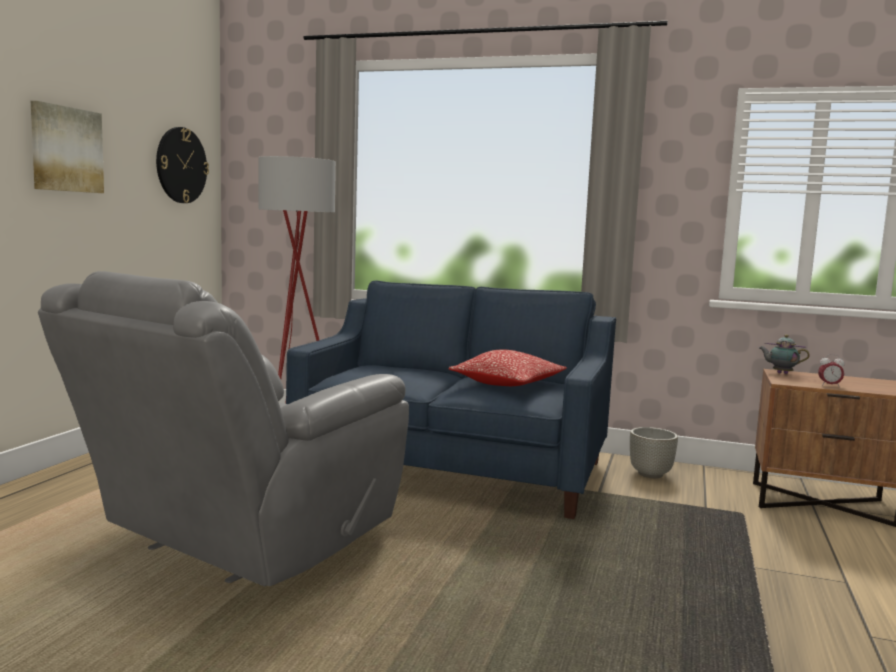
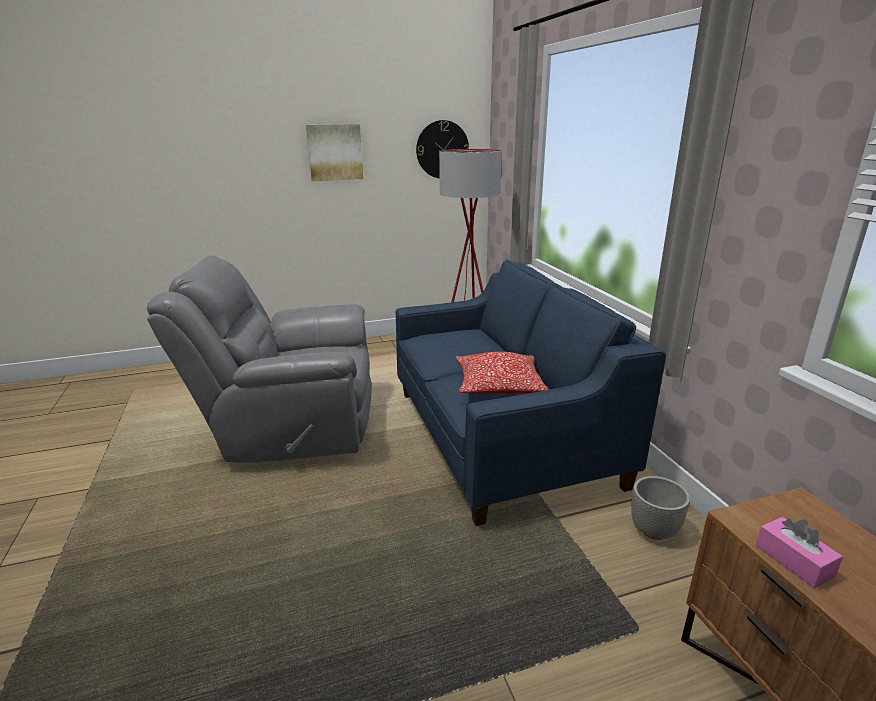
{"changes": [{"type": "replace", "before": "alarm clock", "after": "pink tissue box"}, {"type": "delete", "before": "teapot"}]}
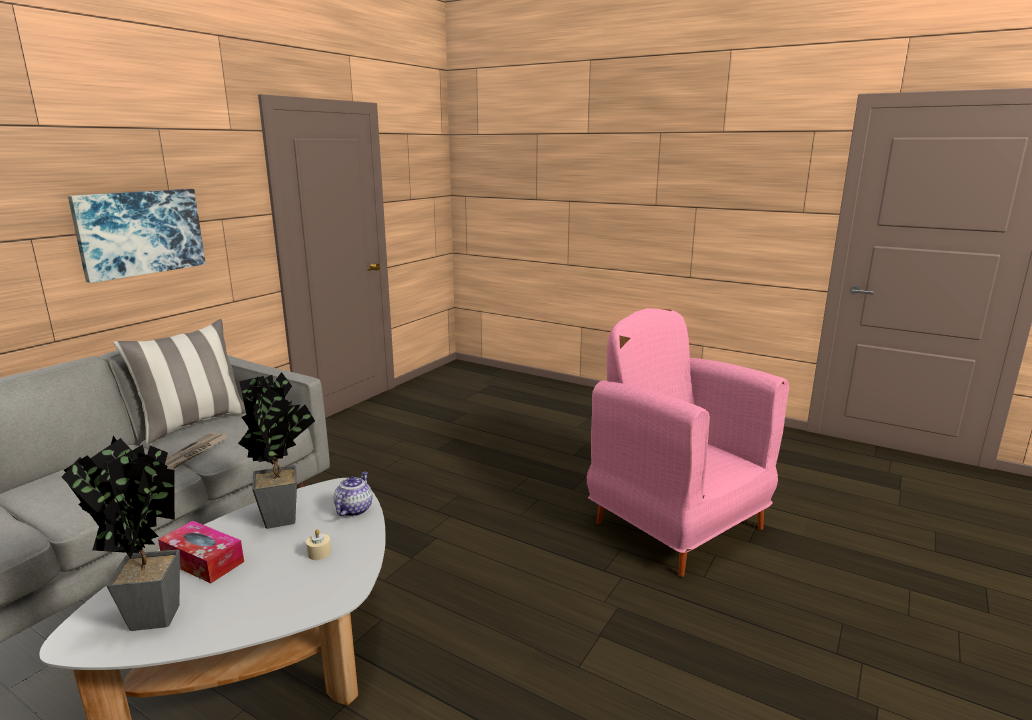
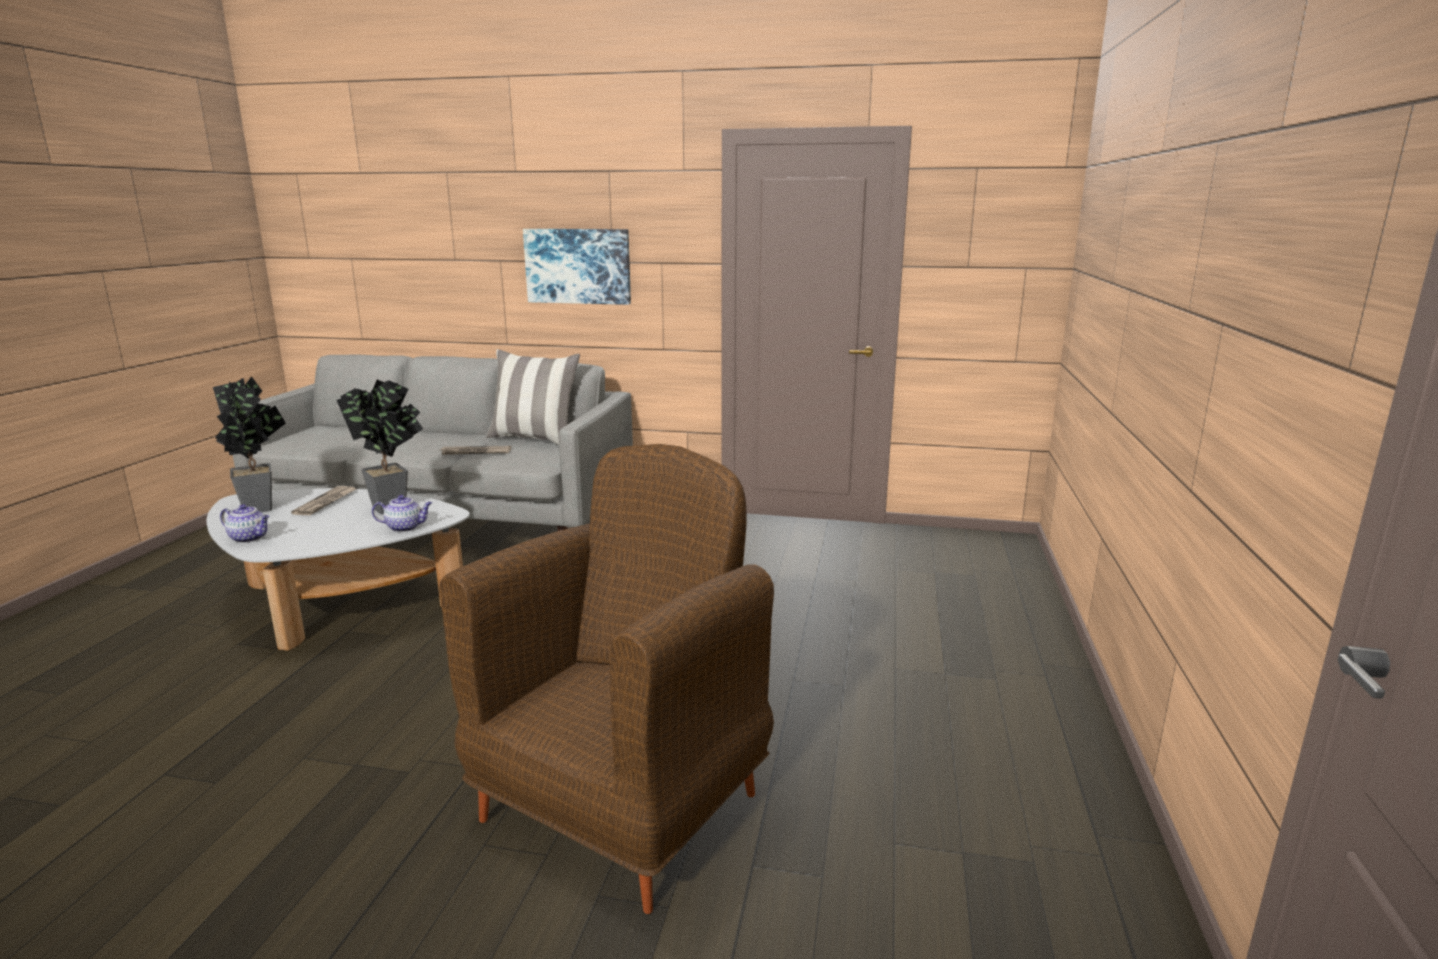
{"changes": [{"type": "insert", "after": "teapot (1st from left)"}, {"type": "replace", "before": "tissue box", "after": "newspaper (1st from left)"}, {"type": "recolor", "before": "pink armchair", "after": "brown armchair"}, {"type": "delete", "before": "beige candle"}]}
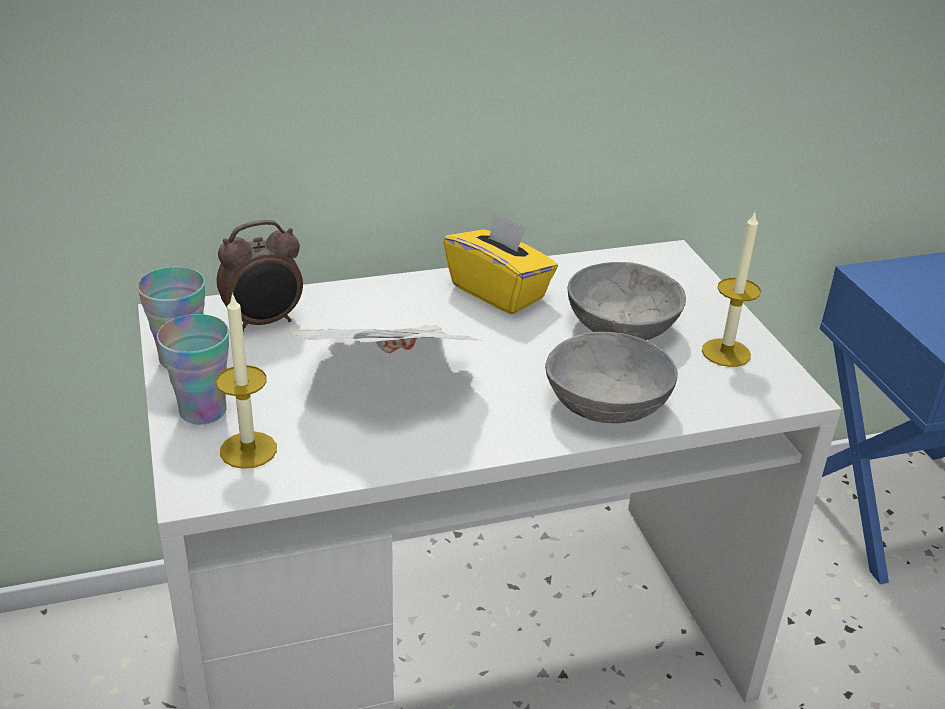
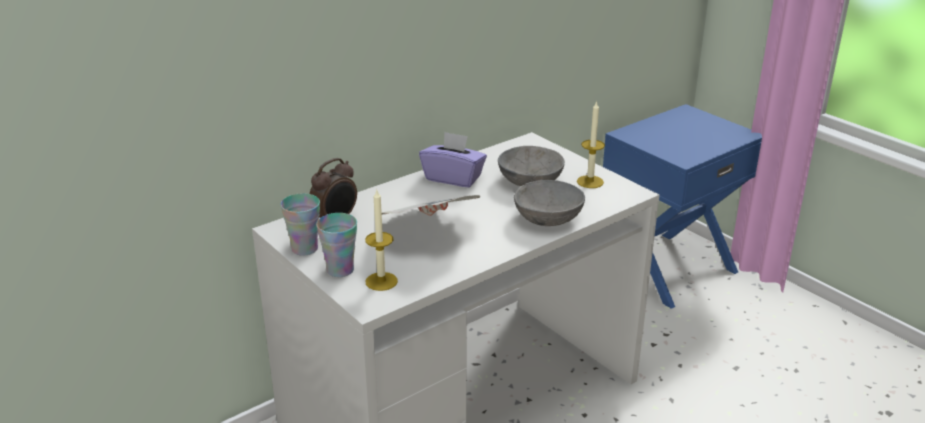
{"changes": [{"type": "recolor", "before": "yellow tissue box", "after": "purple tissue box"}]}
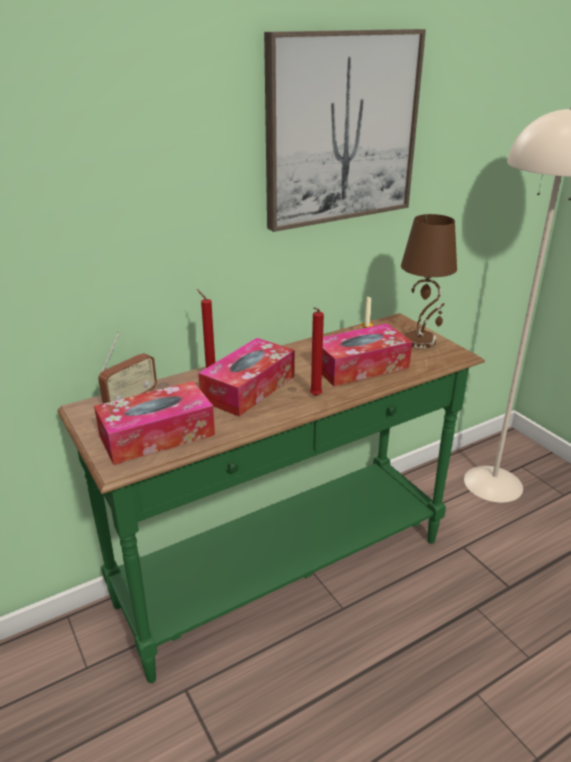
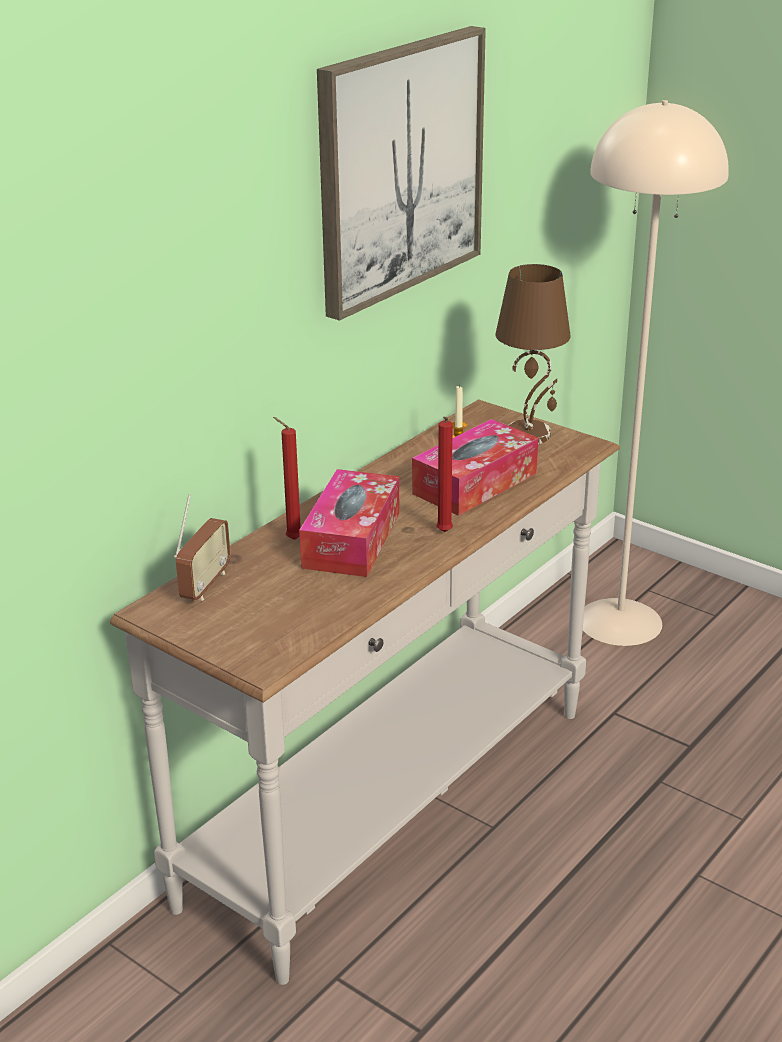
{"changes": [{"type": "recolor", "before": "green console table", "after": "white console table"}, {"type": "delete", "before": "tissue box (1st from left)"}]}
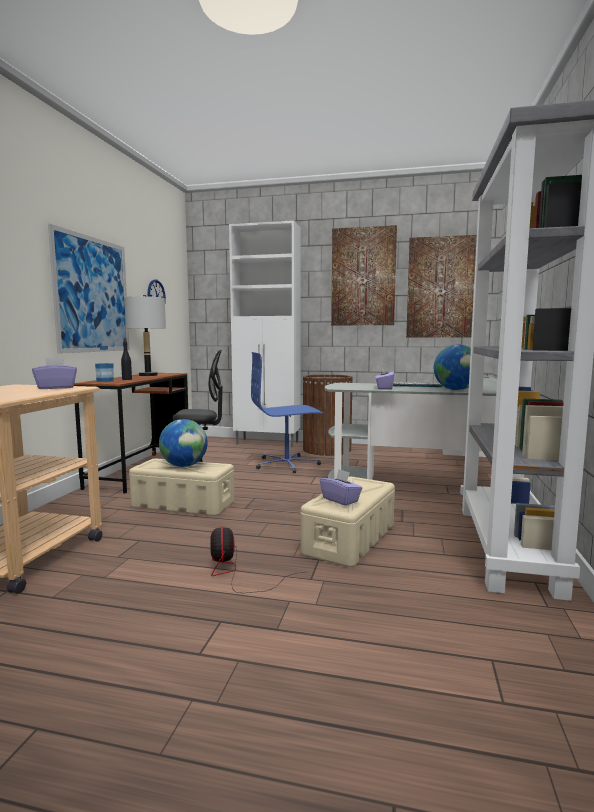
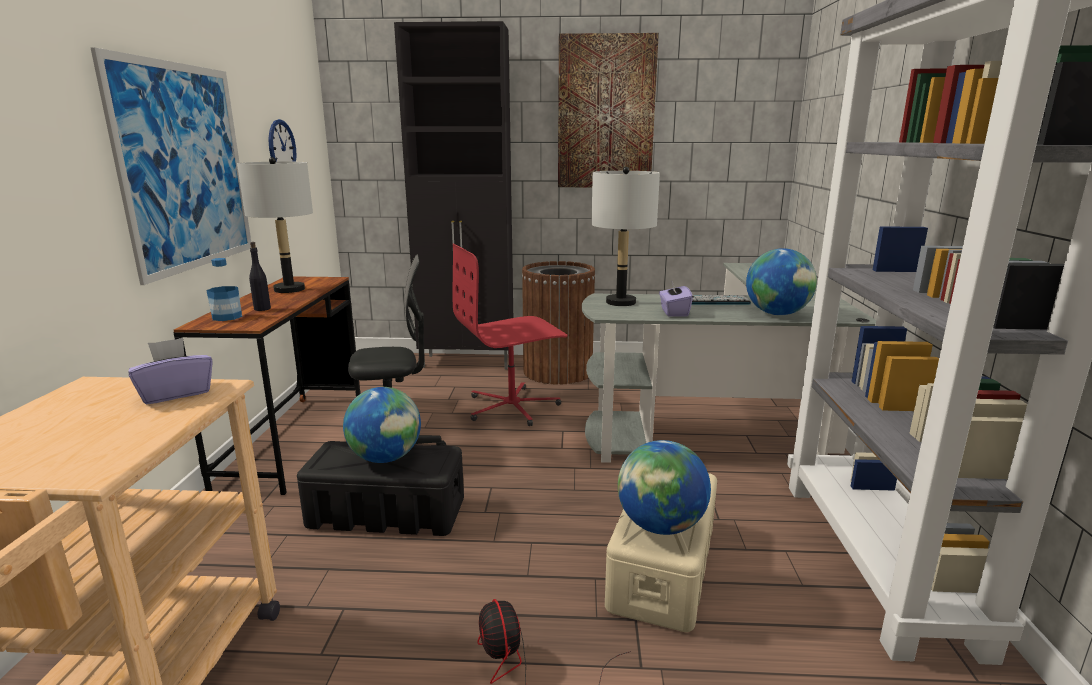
{"changes": [{"type": "recolor", "before": "beige storage box (1st from left)", "after": "black storage box"}, {"type": "recolor", "before": "white cabinet", "after": "black cabinet"}, {"type": "recolor", "before": "blue office chair", "after": "red office chair"}, {"type": "insert", "after": "grey table lamp (2nd from left)"}, {"type": "replace", "before": "purple tissue box (2nd from left)", "after": "globe (2nd from left)"}, {"type": "delete", "before": "picture (3rd from left)"}]}
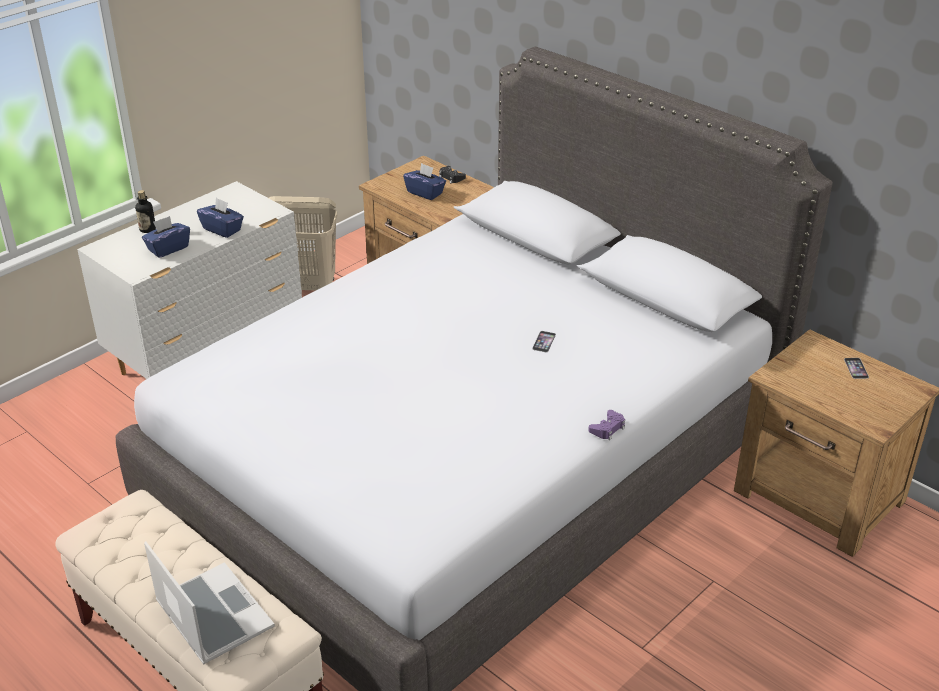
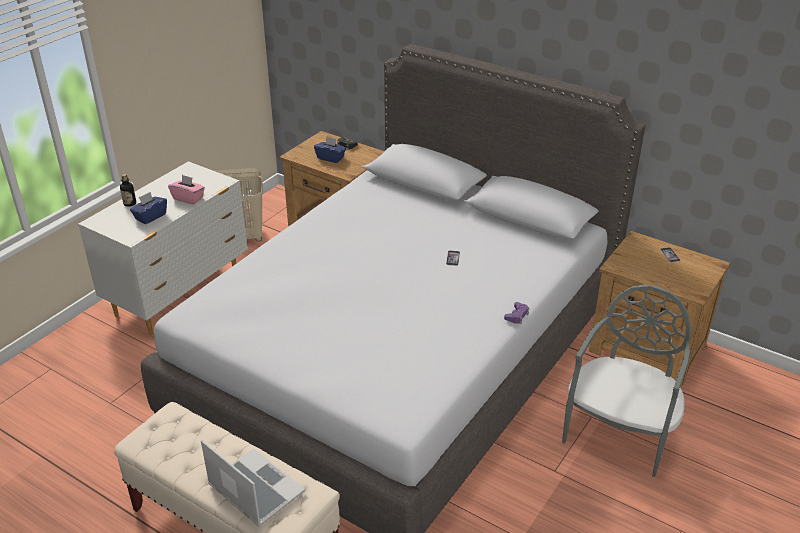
{"changes": [{"type": "recolor", "before": "blue tissue box (2nd from left)", "after": "pink tissue box"}, {"type": "insert", "after": "grey chair"}]}
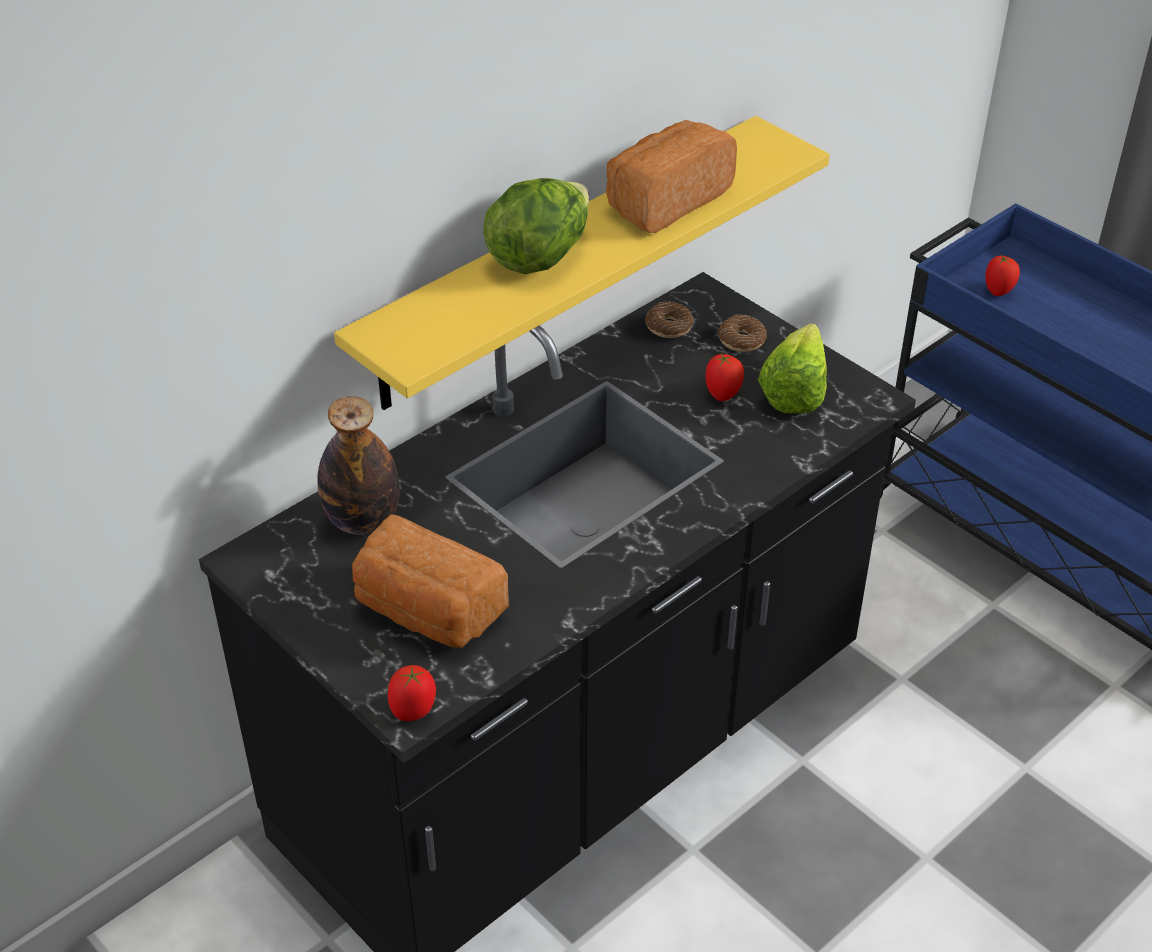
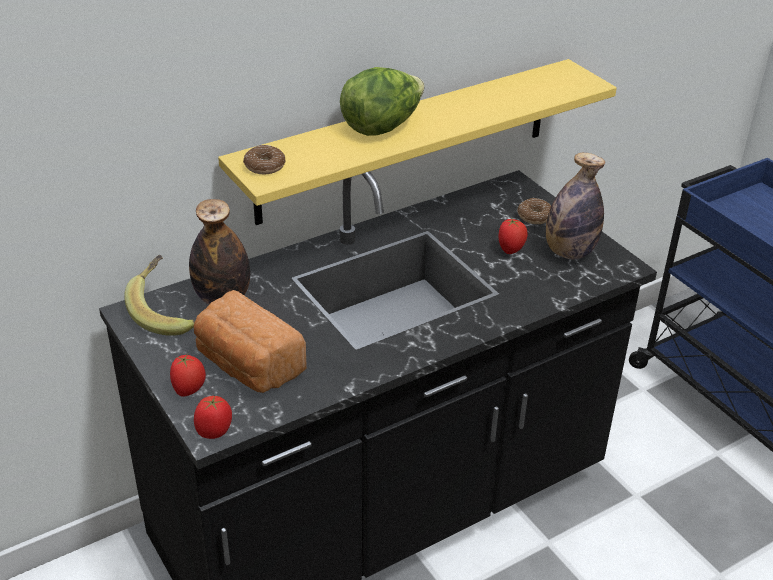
{"changes": [{"type": "insert", "after": "banana"}, {"type": "move", "before": "tomato (3rd from left in the first image)", "after": "tomato (1st from left)"}, {"type": "move", "before": "donut (1st from left)"}, {"type": "replace", "before": "lettuce (2nd from left)", "after": "bottle (2nd from left)"}, {"type": "delete", "before": "bread (2nd from left)"}]}
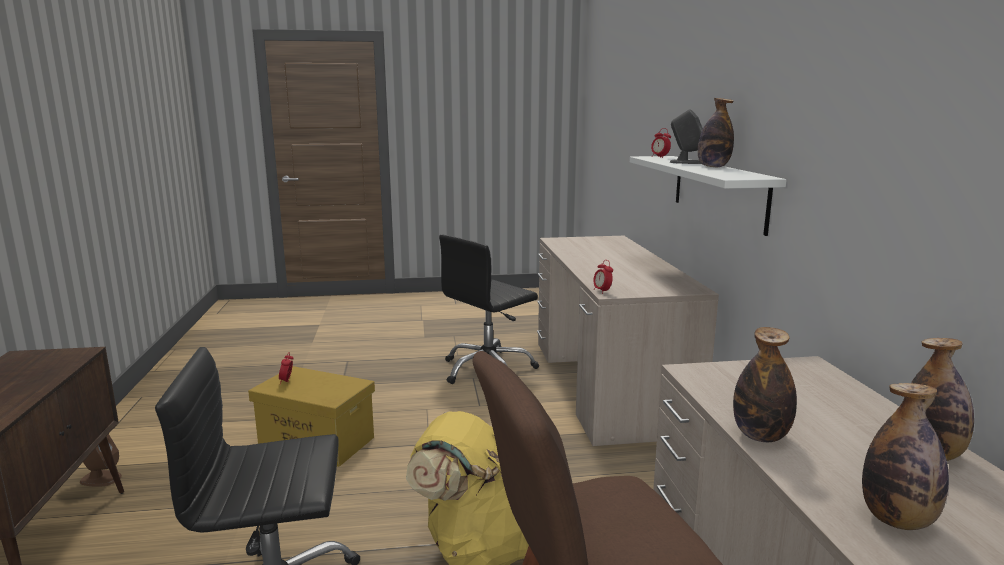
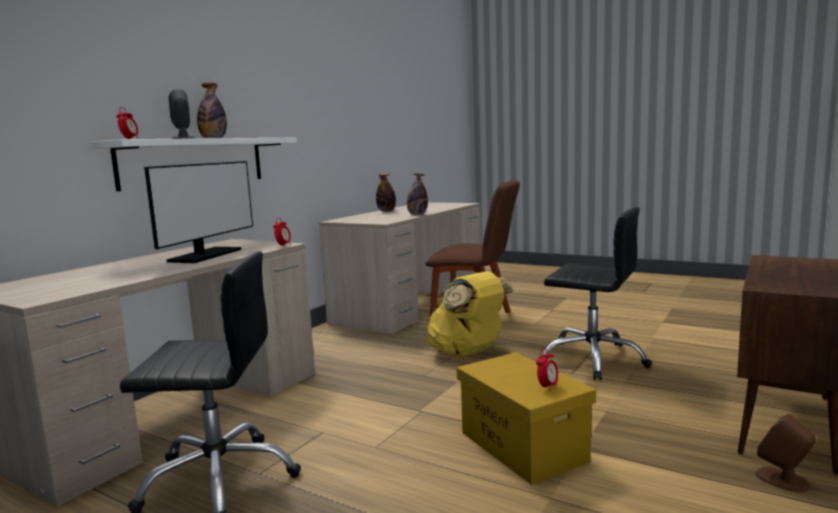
{"changes": [{"type": "insert", "after": "monitor"}, {"type": "delete", "before": "bottle (3rd from left)"}]}
